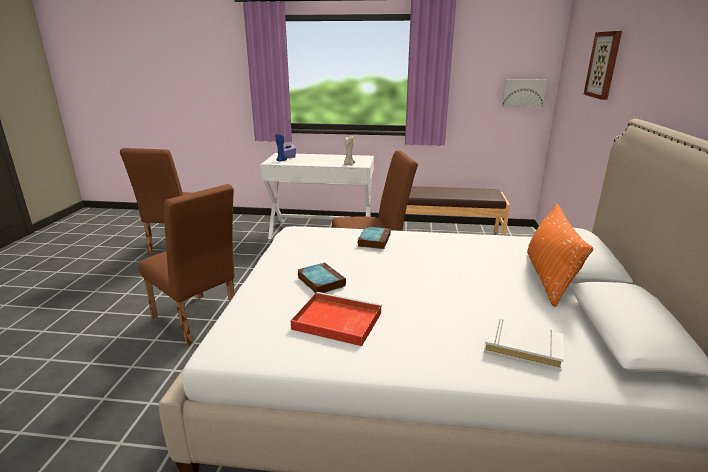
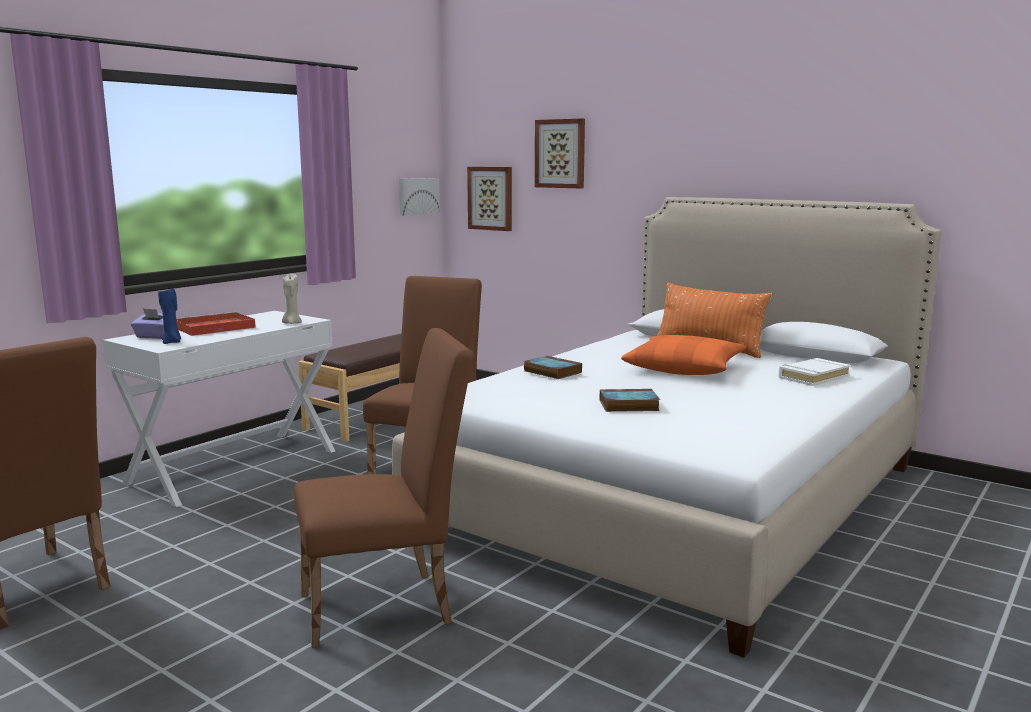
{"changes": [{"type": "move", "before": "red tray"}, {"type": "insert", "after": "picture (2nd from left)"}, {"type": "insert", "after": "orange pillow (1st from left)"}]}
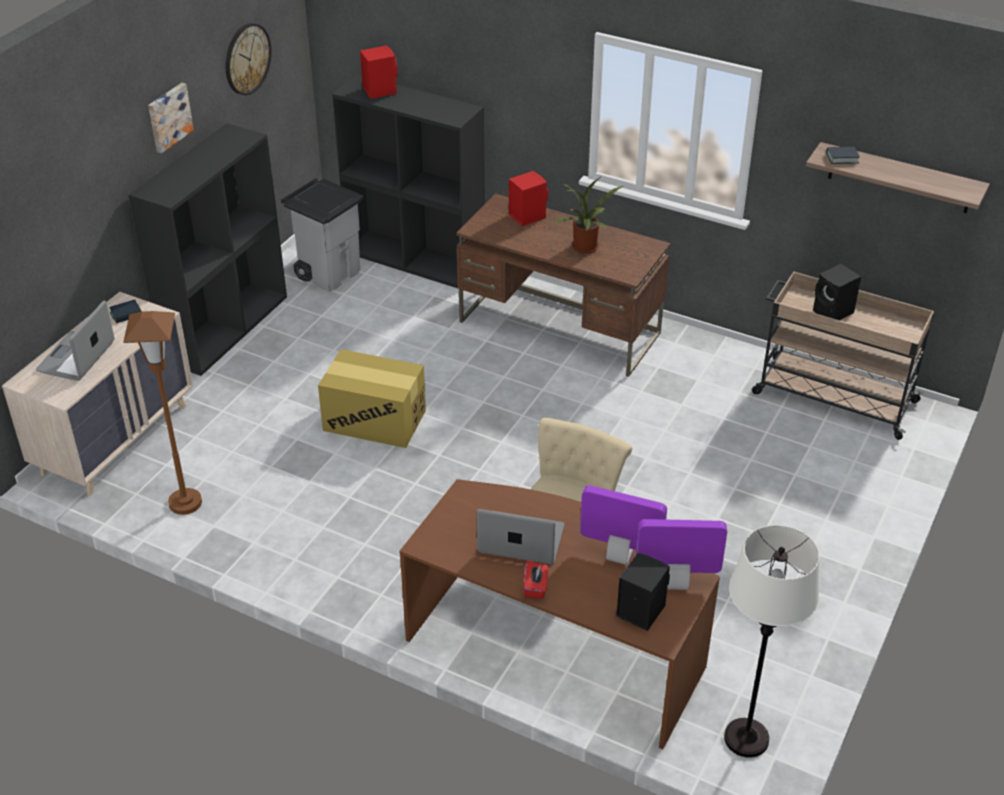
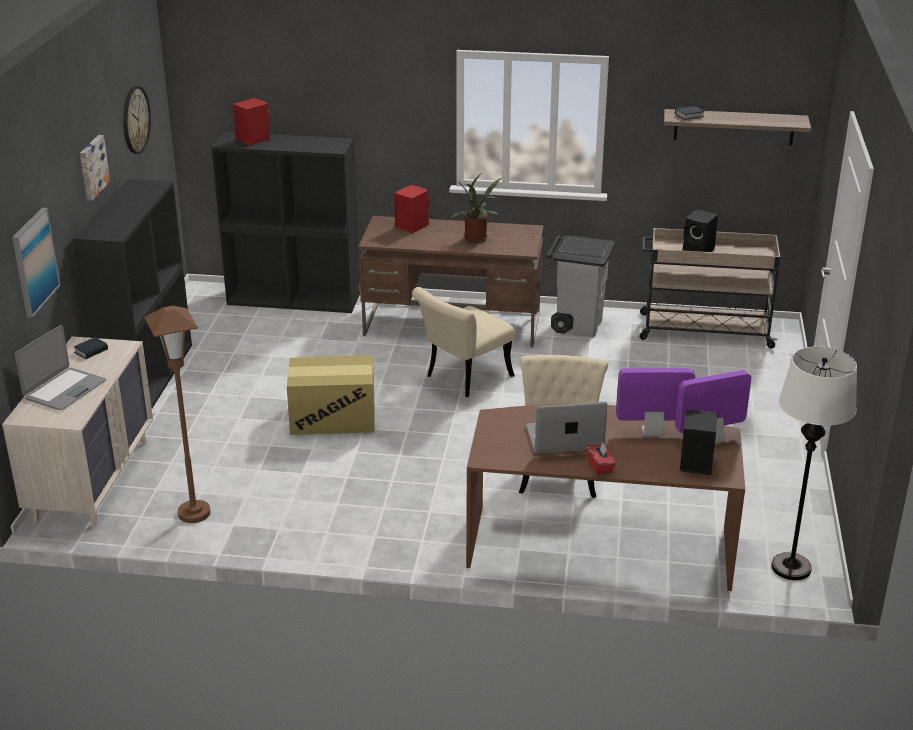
{"changes": [{"type": "insert", "after": "picture (1st from left)"}, {"type": "rotate", "before": "laptop (1st from left)", "turn": -150}, {"type": "insert", "after": "beige chair (1st from left)"}, {"type": "move", "before": "grey trash can"}]}
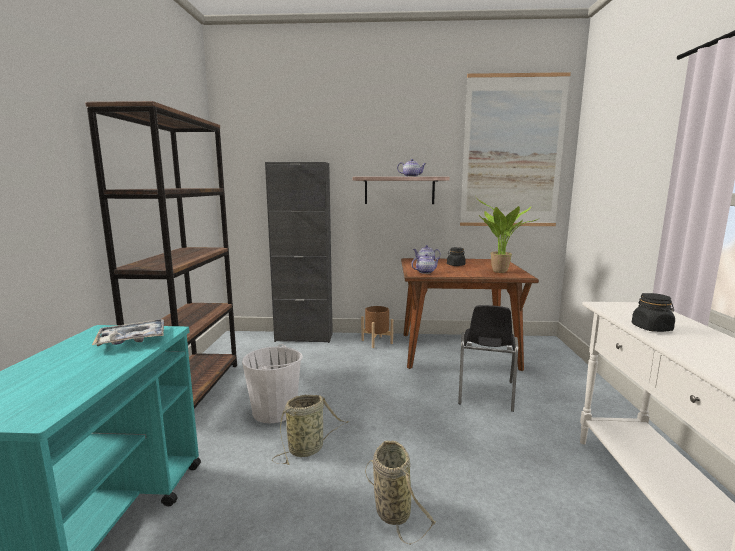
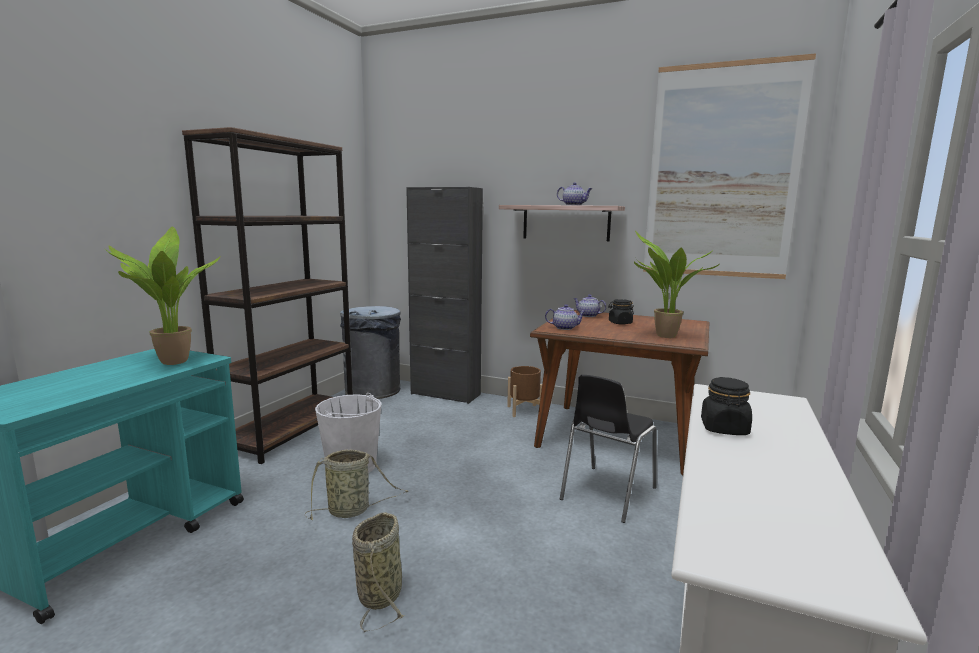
{"changes": [{"type": "replace", "before": "tray", "after": "potted plant (1st from left)"}, {"type": "insert", "after": "grey trash can"}]}
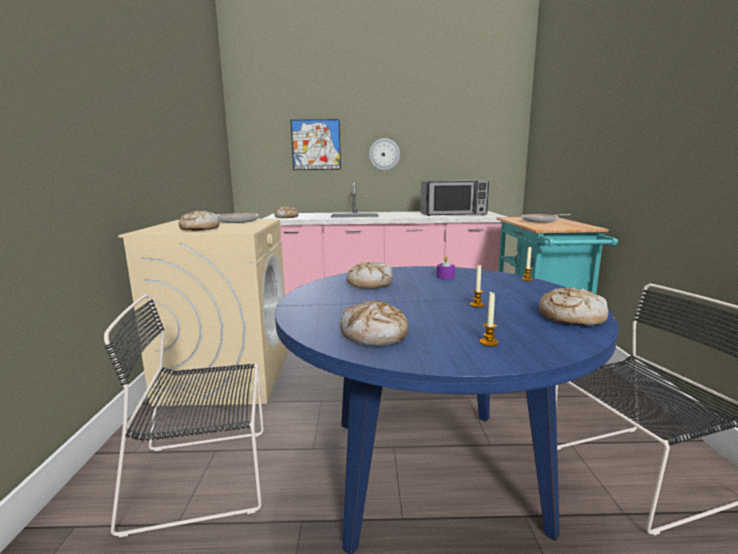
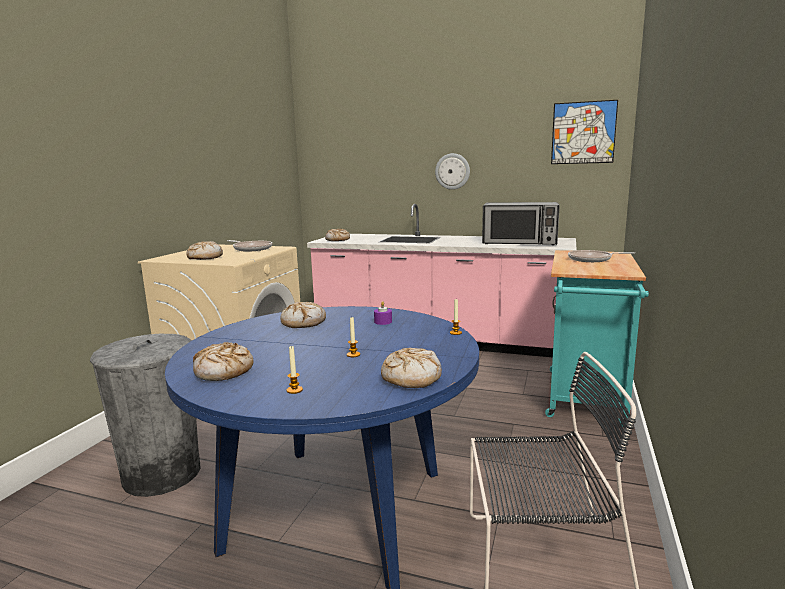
{"changes": [{"type": "replace", "before": "black chair (1st from left)", "after": "grey trash can"}, {"type": "move", "before": "picture"}]}
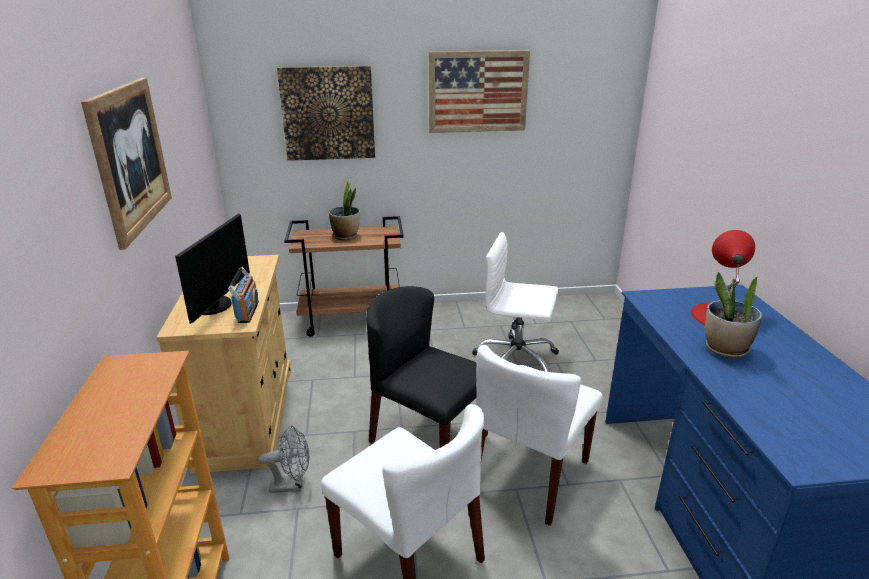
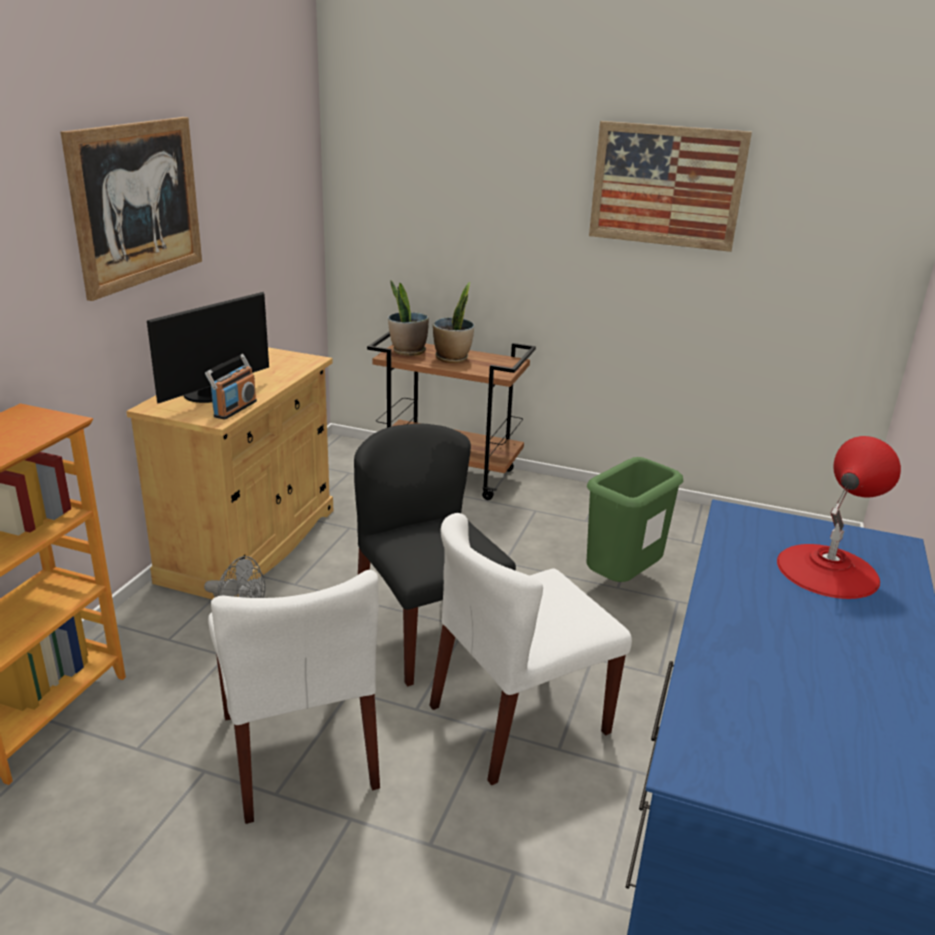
{"changes": [{"type": "move", "before": "potted plant (2nd from left in the first image)", "after": "potted plant (1st from left)"}, {"type": "replace", "before": "white office chair", "after": "green trash can"}, {"type": "delete", "before": "picture (2nd from left)"}]}
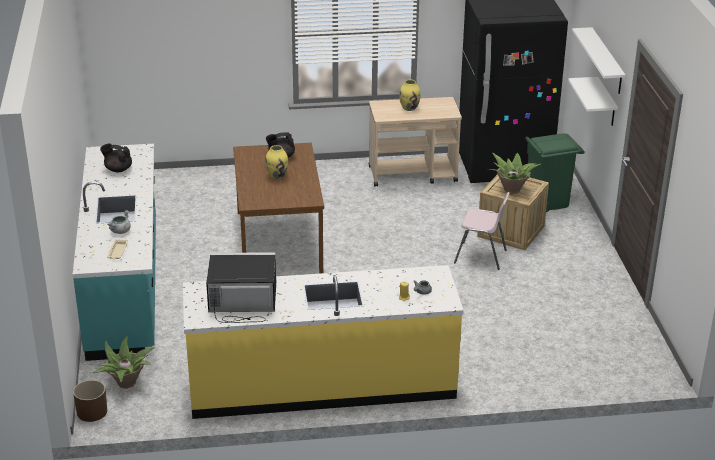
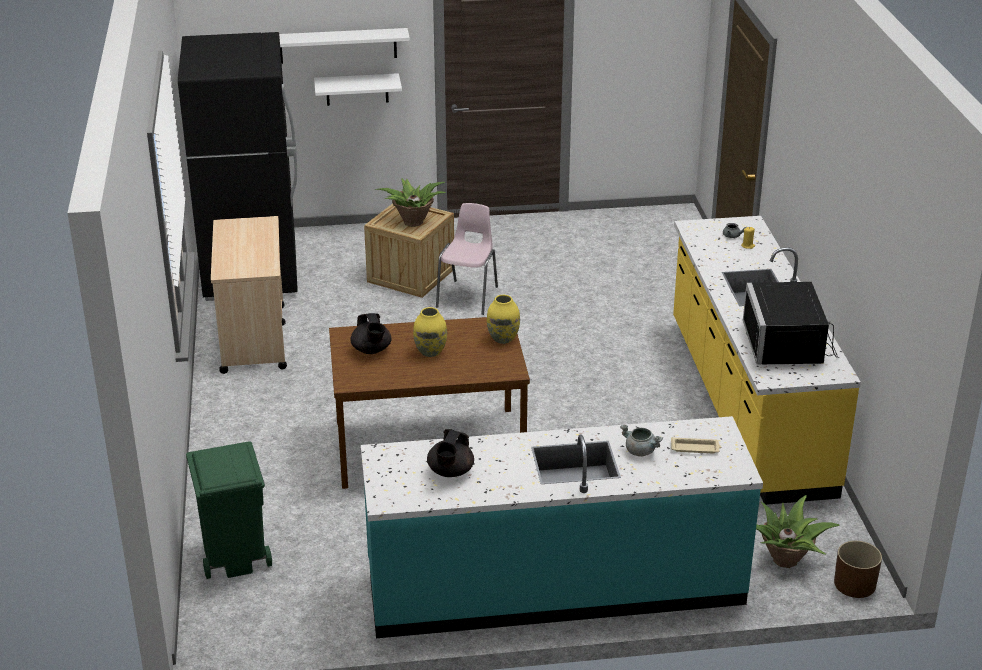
{"changes": [{"type": "move", "before": "green trash can"}, {"type": "move", "before": "yellow vase (2nd from left)"}]}
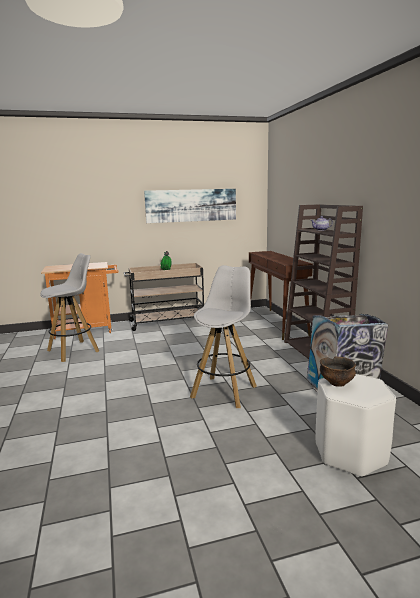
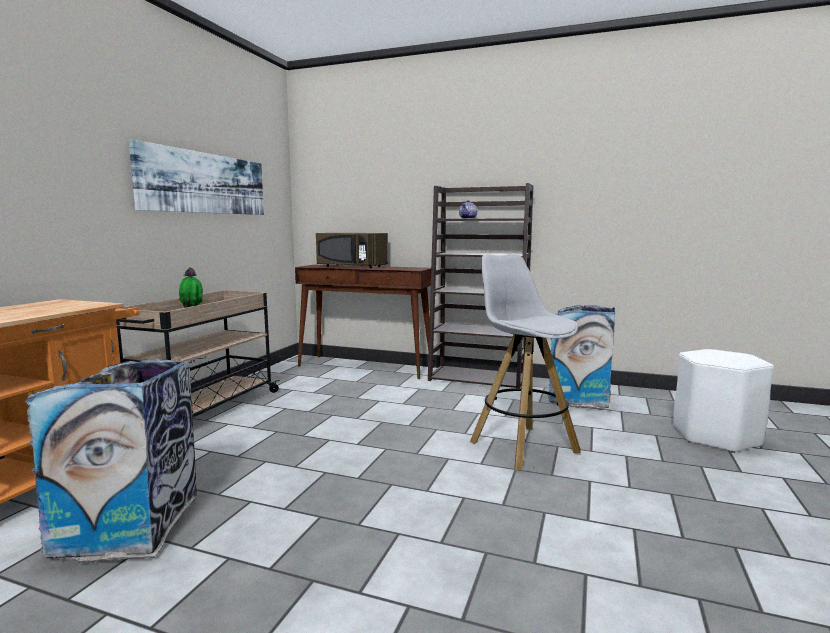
{"changes": [{"type": "replace", "before": "white stool (1st from left)", "after": "trash can (1st from left)"}, {"type": "insert", "after": "brown microwave"}, {"type": "delete", "before": "bowl"}]}
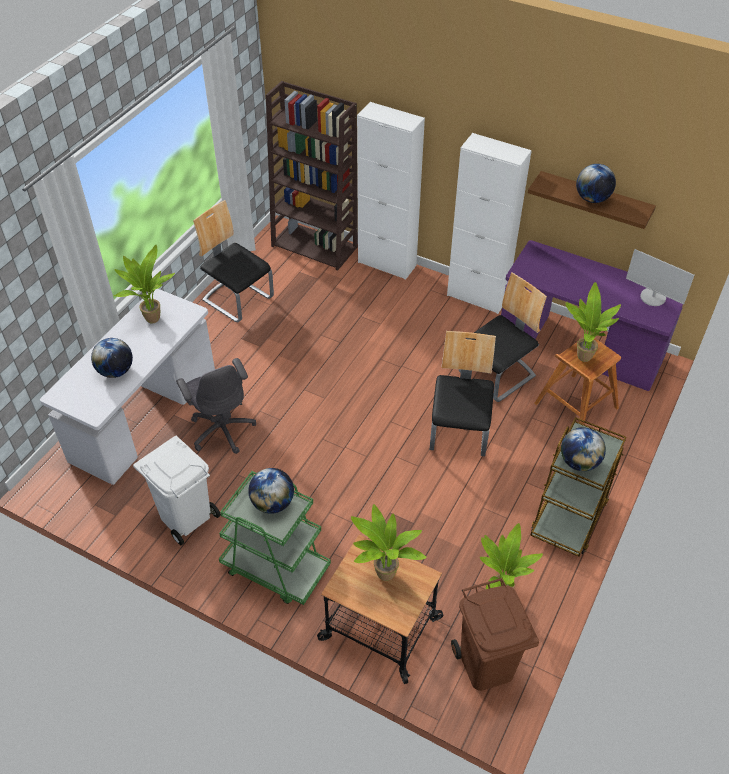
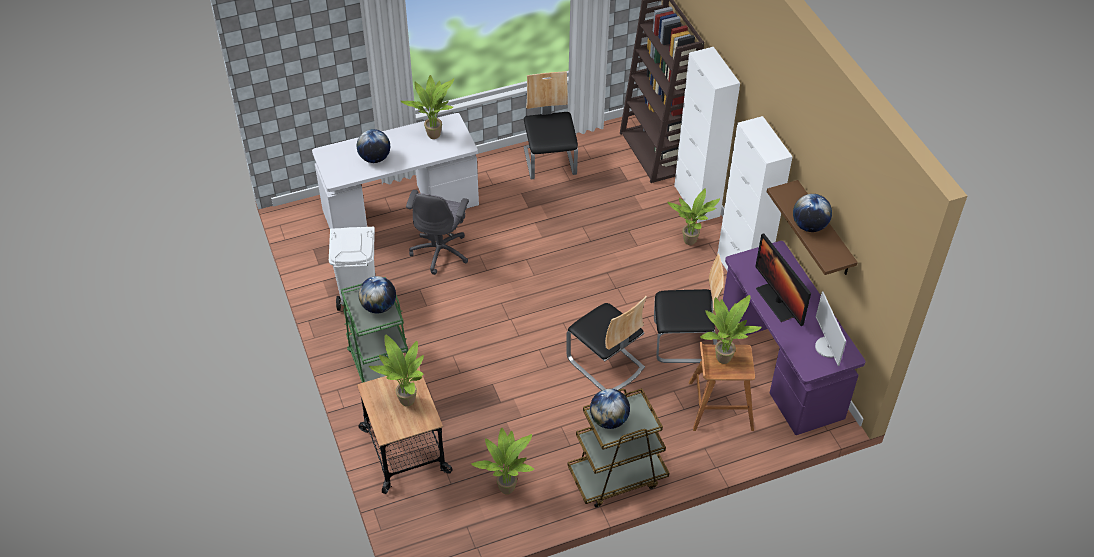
{"changes": [{"type": "rotate", "before": "chair (2nd from left)", "turn": 90}, {"type": "insert", "after": "potted plant (4th from left)"}, {"type": "insert", "after": "monitor (1st from left)"}, {"type": "delete", "before": "brown trash can"}]}
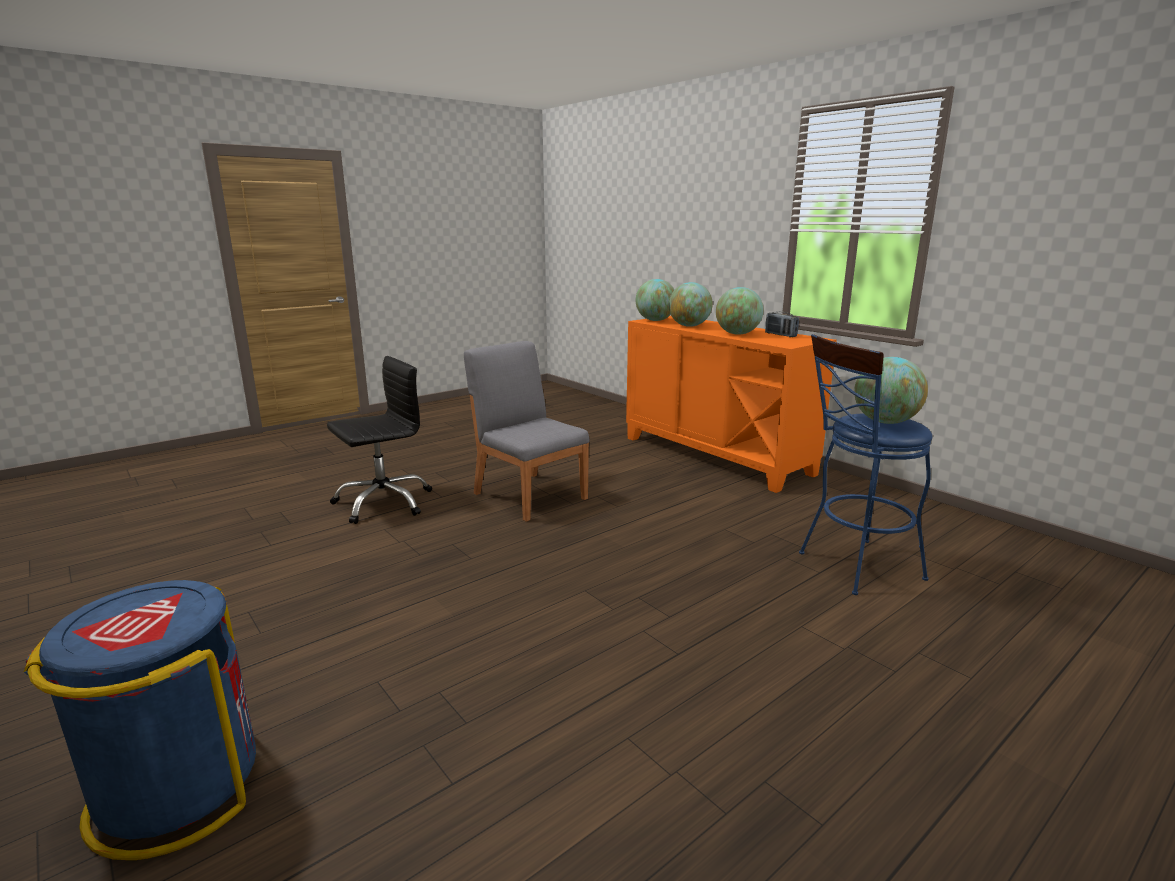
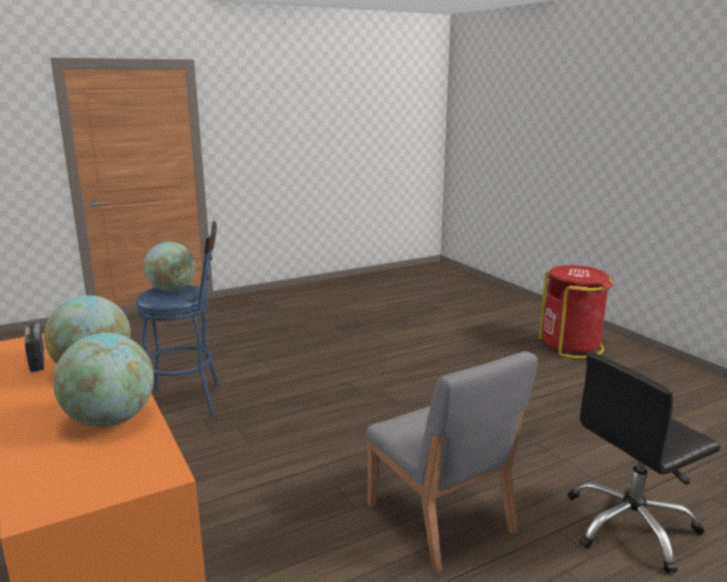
{"changes": [{"type": "recolor", "before": "blue trash can", "after": "red trash can"}, {"type": "delete", "before": "globe (1st from left)"}]}
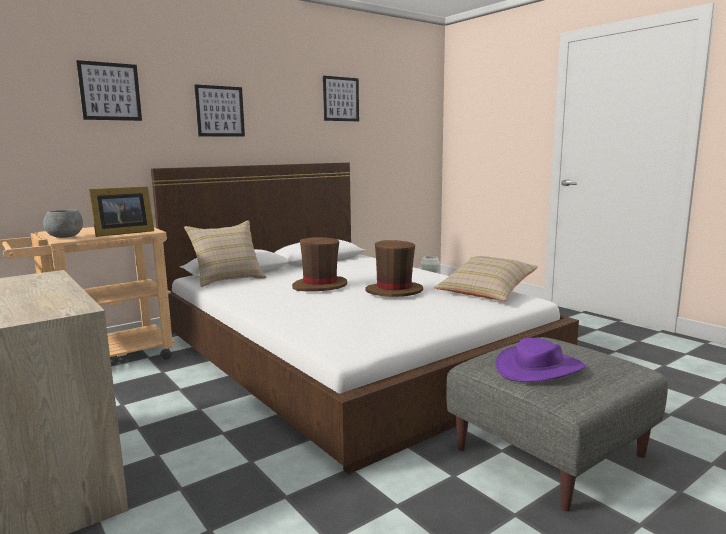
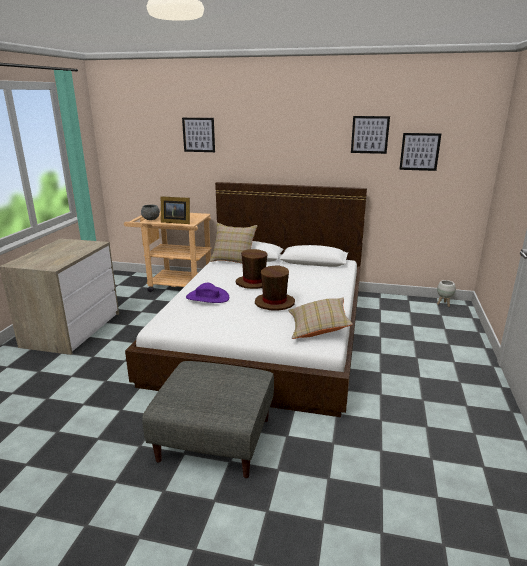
{"changes": [{"type": "move", "before": "purple hat"}, {"type": "move", "before": "picture (2nd from left in the first image)", "after": "picture (3rd from left)"}]}
